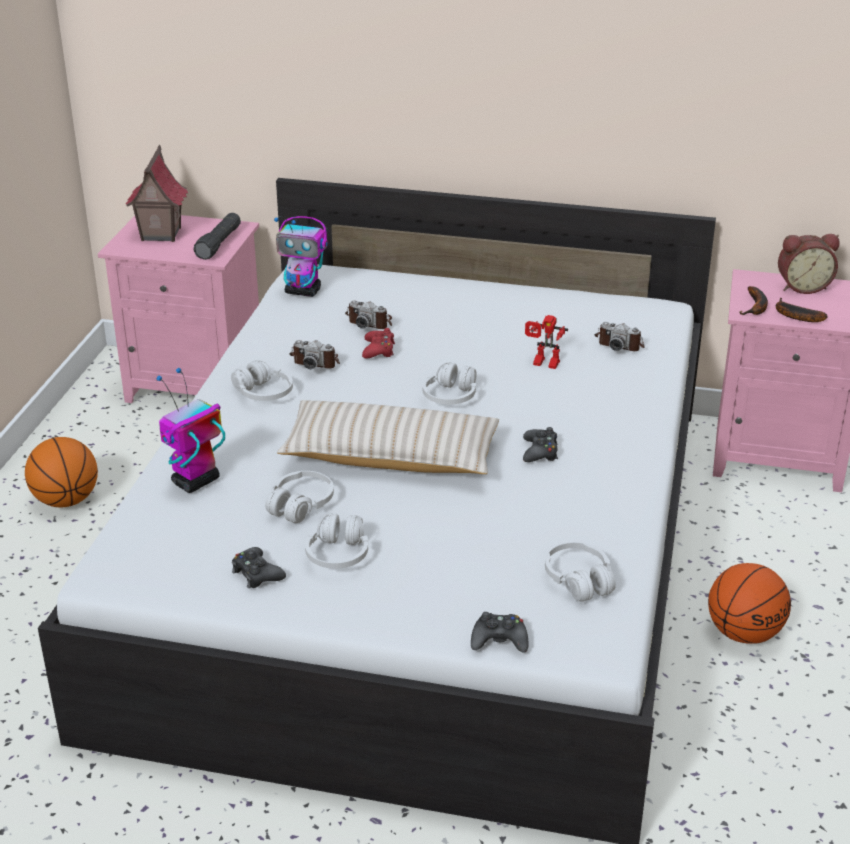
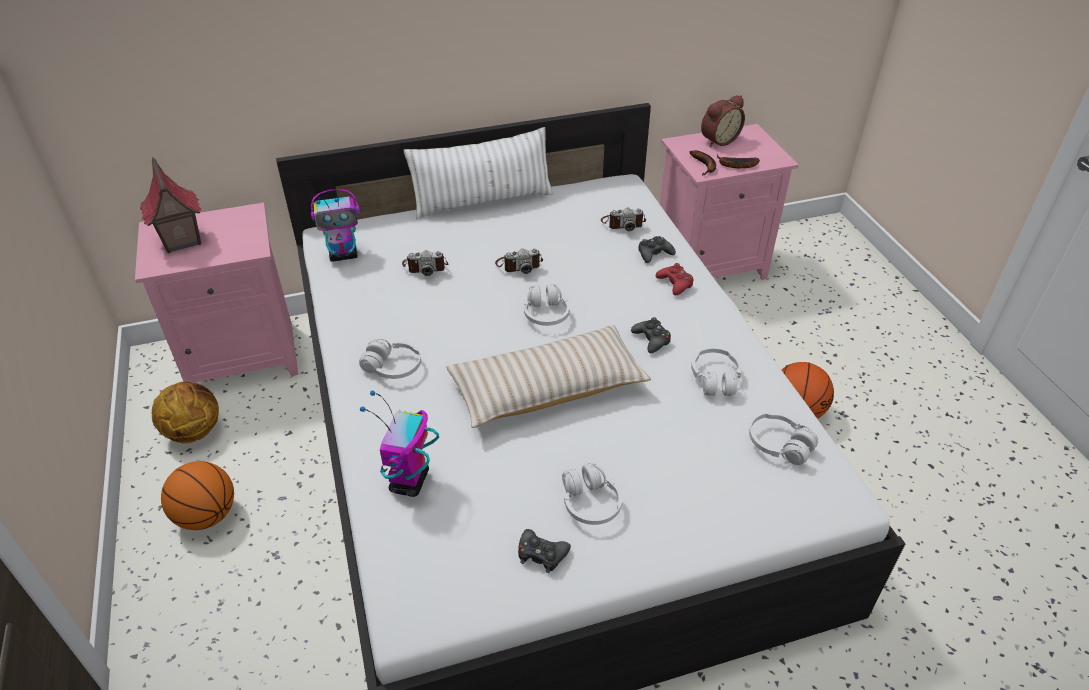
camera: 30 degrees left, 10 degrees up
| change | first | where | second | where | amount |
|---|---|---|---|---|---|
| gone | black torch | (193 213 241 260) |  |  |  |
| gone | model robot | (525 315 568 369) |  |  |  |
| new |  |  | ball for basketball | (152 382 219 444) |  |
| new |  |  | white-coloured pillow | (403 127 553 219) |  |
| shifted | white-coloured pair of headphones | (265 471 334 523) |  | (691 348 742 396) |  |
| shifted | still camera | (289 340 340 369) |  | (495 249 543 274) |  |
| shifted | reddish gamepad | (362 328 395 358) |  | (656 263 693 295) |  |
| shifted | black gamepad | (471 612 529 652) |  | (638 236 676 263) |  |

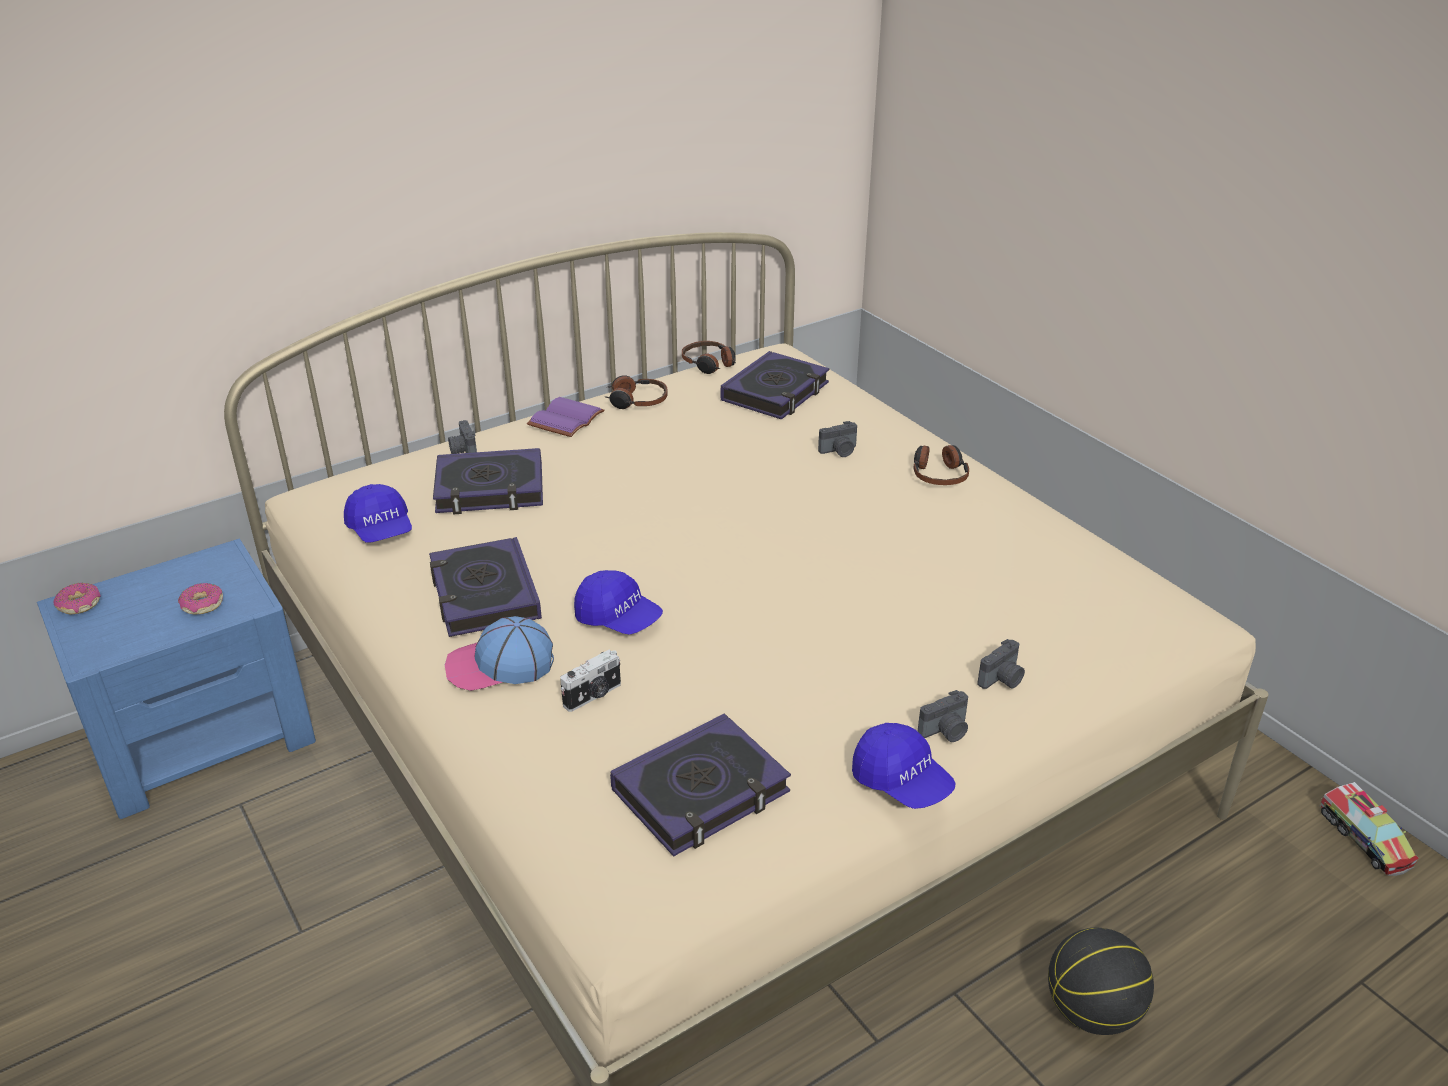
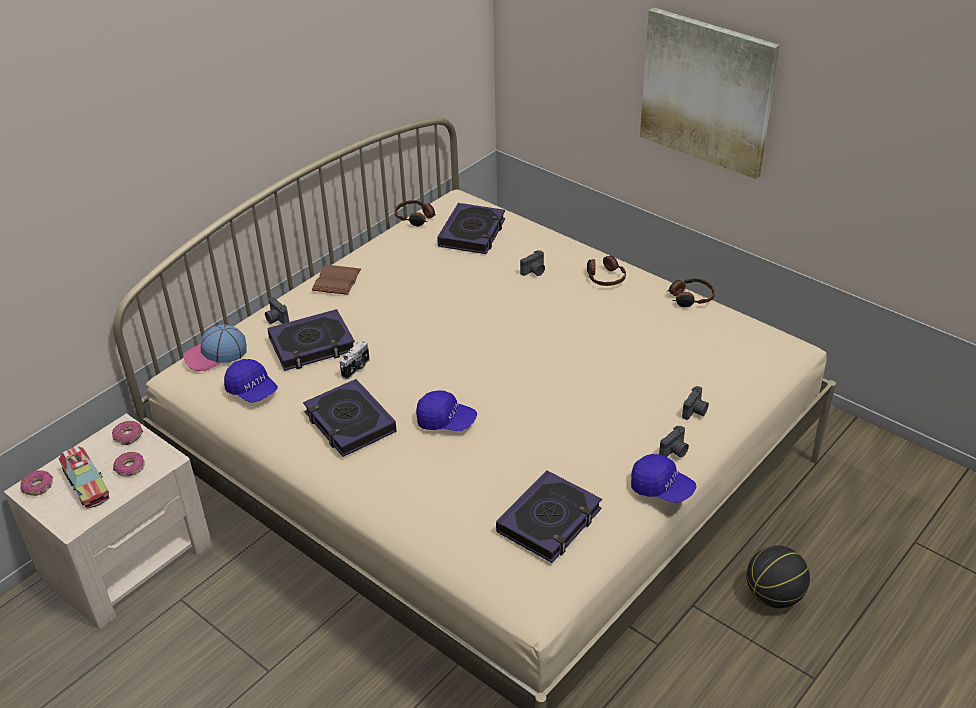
camera: 15 degrees left, 5 degrees up
| change | first | where | second | where | amount |
|---|---|---|---|---|---|
| new |  |  | donut | (112 421 143 445) |  |
| new |  |  | wall art | (640 8 780 179) |  |
| shifted | baseball cap | (445 616 554 691) |  | (183 324 247 371) |  |
| shifted | still camera | (560 649 621 712) |  | (340 340 370 379) |  |
| shifted | pair of headphones | (606 375 667 409) |  | (666 278 715 307) |  |
| shifted | model truck | (1320 782 1419 876) |  | (59 446 109 509) |  |
| repainted | bluish night table | (37 539 316 819) | beige-coloured night table | (4 413 212 629) |  |
| repainted | purplish bound book | (527 397 604 437) | brown bound book | (312 264 361 295) |  |

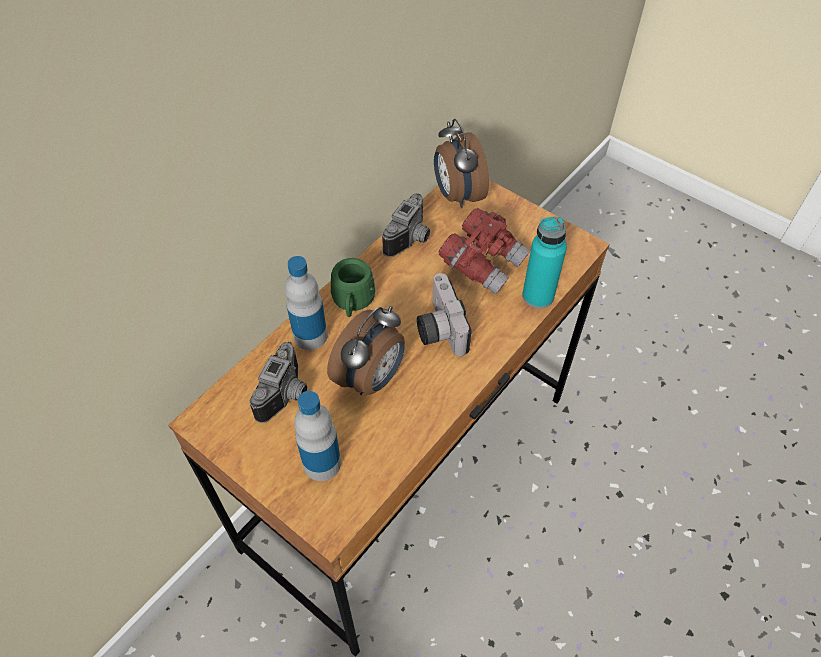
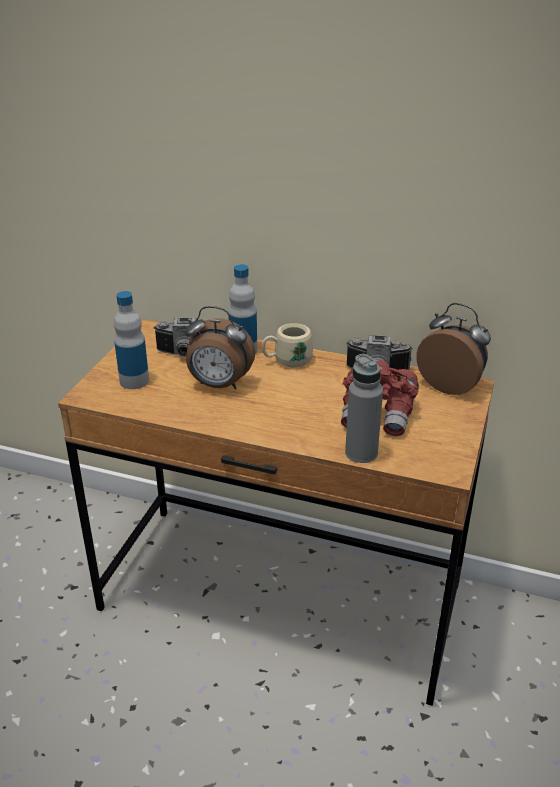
camera: 70 degrees right, 20 degrees down
| change | first | where | second | where | amount |
|---|---|---|---|---|---|
| gone | still camera | (417 273 472 356) |  |  |  |
| repainted | green mug | (331 258 375 317) | beige-coloured mug | (262 323 313 367) |  |
| repainted | blue-green drink bottle | (522 216 567 309) | gray drink bottle | (345 354 383 463) |  |
| rotated | bedside clock | (434 119 489 208) |  | (416 303 491 395) | 75 degrees clockwise |

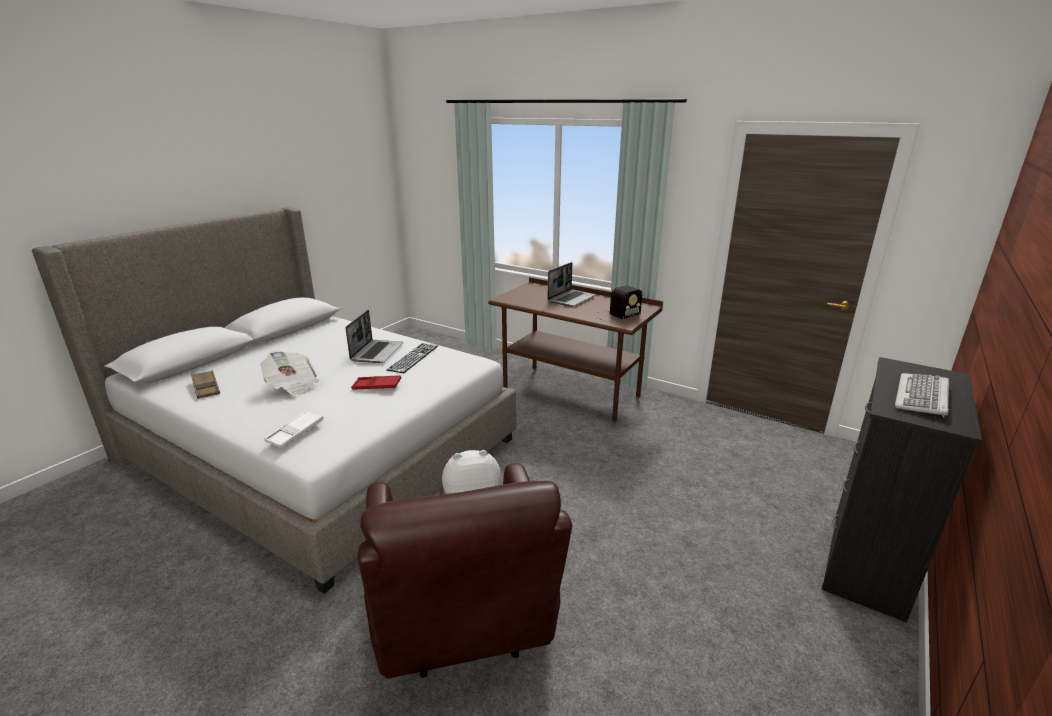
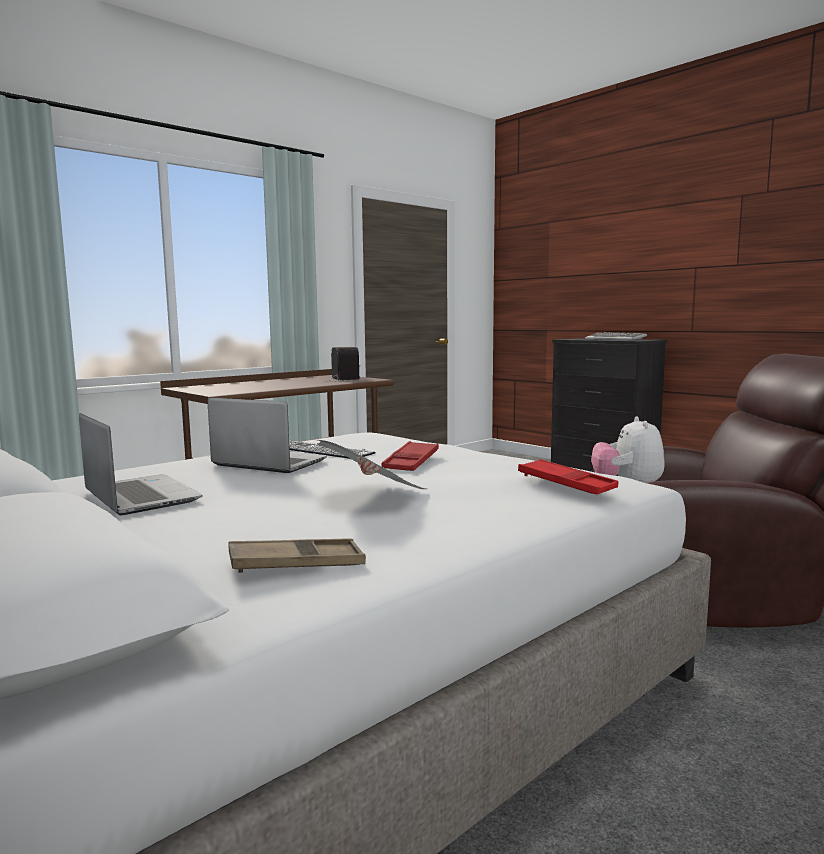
camera: 75 degrees left, 15 degrees down
| change | first | where | second | where | amount |
|---|---|---|---|---|---|
| shifted | notebook computer | (547 262 596 307) |  | (79 413 202 515) |  |
| repainted | white-coloured carrying tray | (264 410 324 448) | reddish carrying tray | (518 459 618 495) |  |

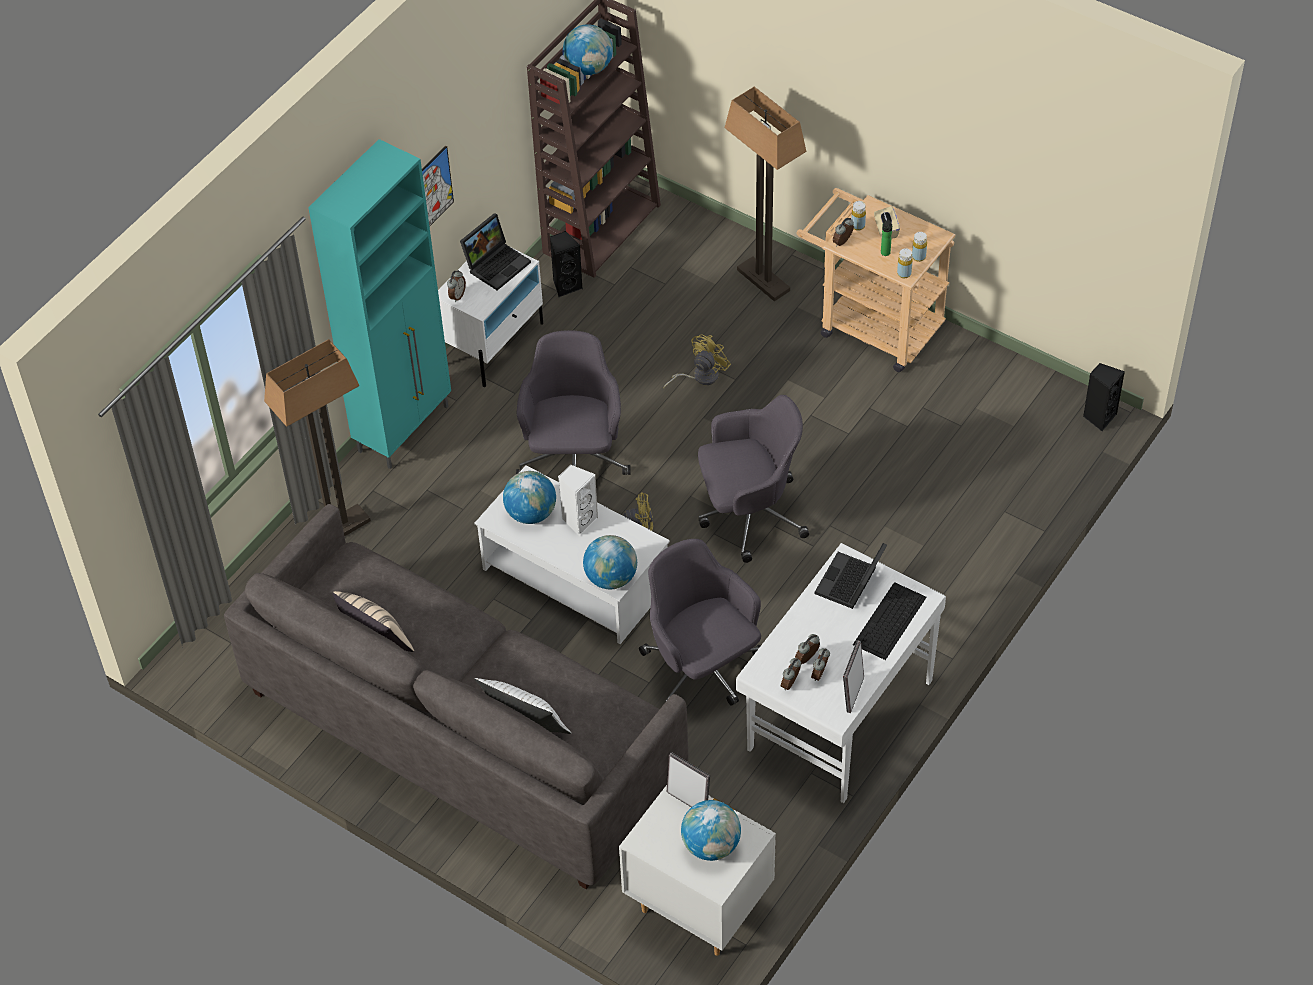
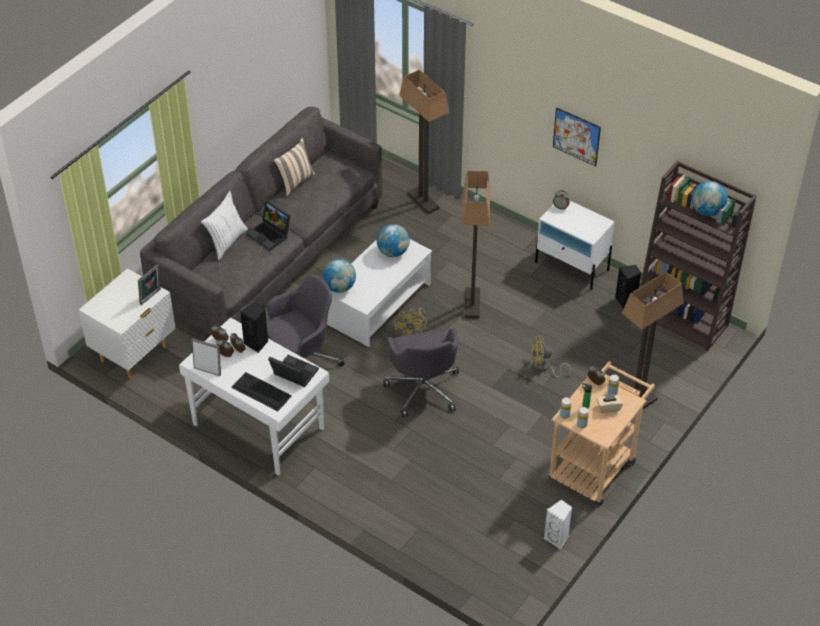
camera: 90 degrees right, 5 degrees down
| change | first | where | second | where | amount |
|---|---|---|---|---|---|
| gone | blue-green cupboard | (308 139 451 469) |  |  |  |
| gone | world globe | (681 800 741 861) |  |  |  |
| shifted | notebook computer | (460 213 531 291) |  | (247 200 291 251) |  |
| shifted | white-coloured speaker | (558 465 598 536) |  | (544 500 572 549) |  |
| shifted | black speaker | (1083 363 1125 431) |  | (241 303 268 353) |  |
| swapped | gray office chair | (516 330 631 475) | floor lamp | (462 171 490 318) |  |
| rotated | yellowish fan | (663 335 731 388) |  | (531 336 572 378) | 135 degrees clockwise |

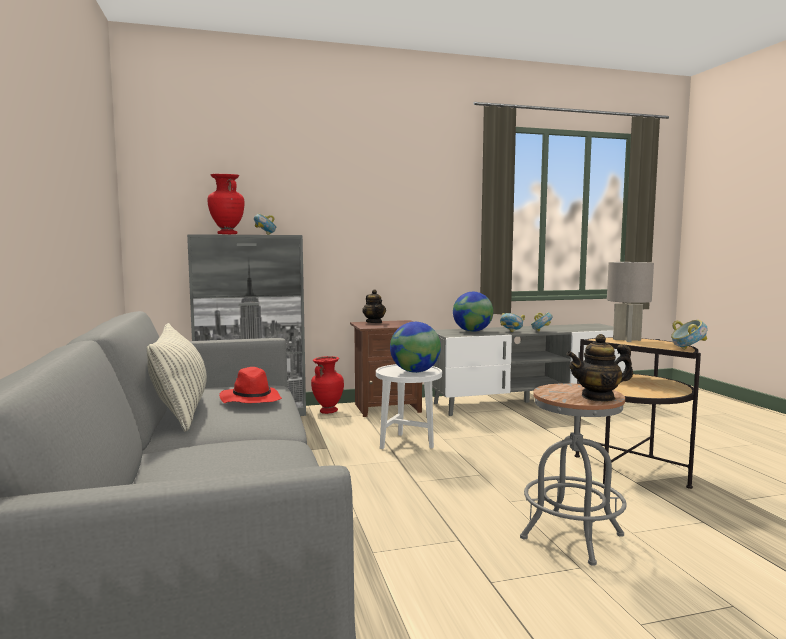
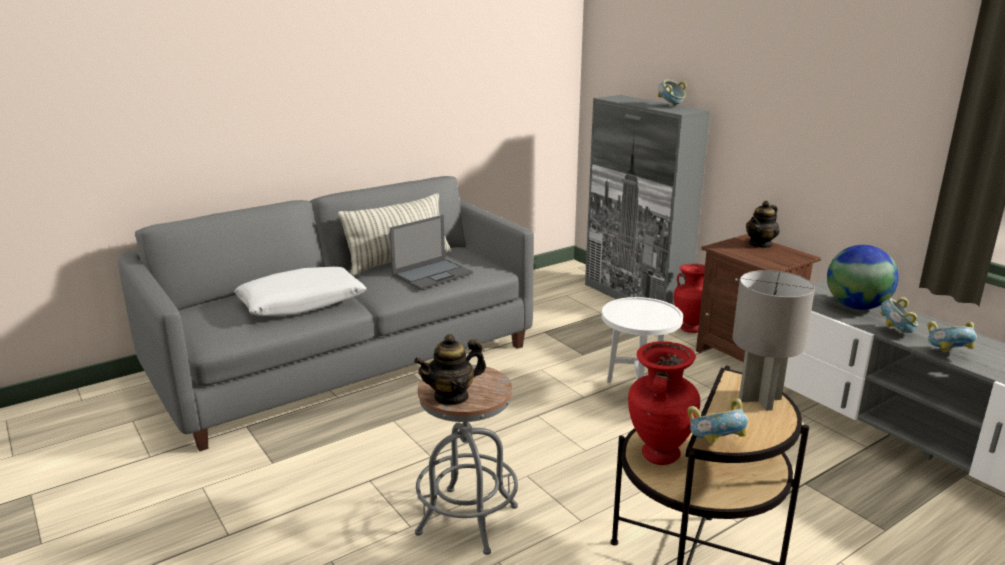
camera: 70 degrees right, 15 degrees up
| change | first | where | second | where | amount |
|---|---|---|---|---|---|
| gone | world globe | (390 322 441 373) |  |  |  |
| new |  |  | white-coloured pillow | (234 267 366 316) |  |
| shifted | reddish vase | (207 174 245 234) |  | (628 341 700 465) |  |
| swapped | reddish clothing hat | (219 367 282 403) | notebook computer | (390 215 473 290) |  |
| rotated | pot for tea | (567 334 633 402) |  | (414 334 486 406) | 90 degrees counterclockwise |

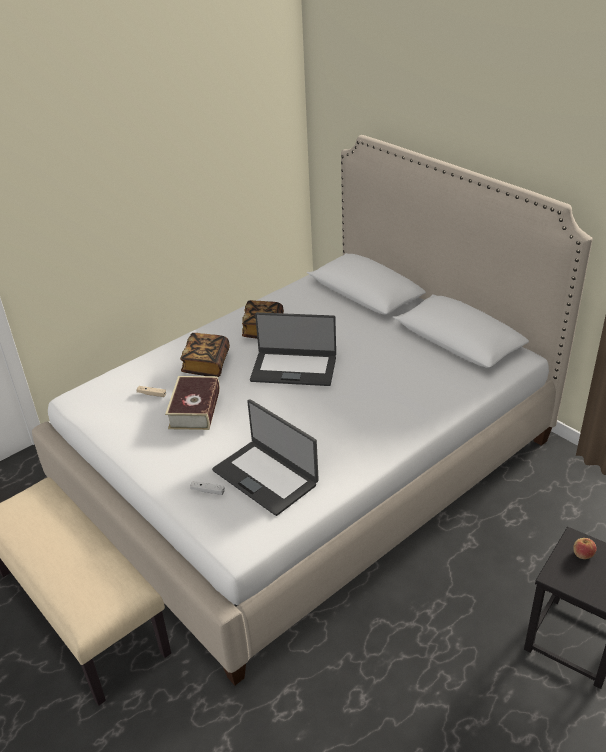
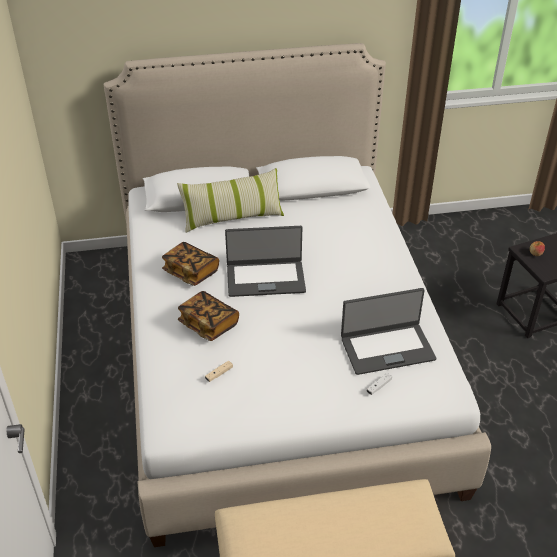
camera: 60 degrees left, 5 degrees up
| change | first | where | second | where | amount |
|---|---|---|---|---|---|
| gone | bound book | (165 376 220 430) |  |  |  |
| new |  |  | pillow | (177 168 284 233) |  |
| rotated | notebook computer | (250 312 336 386) |  | (225 226 306 297) | 45 degrees clockwise |

